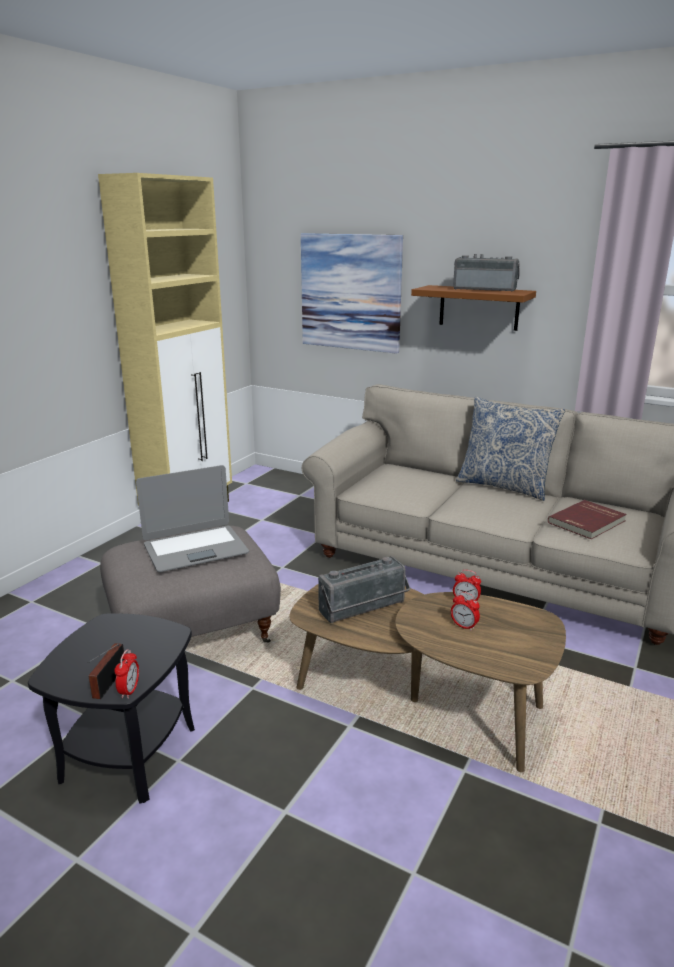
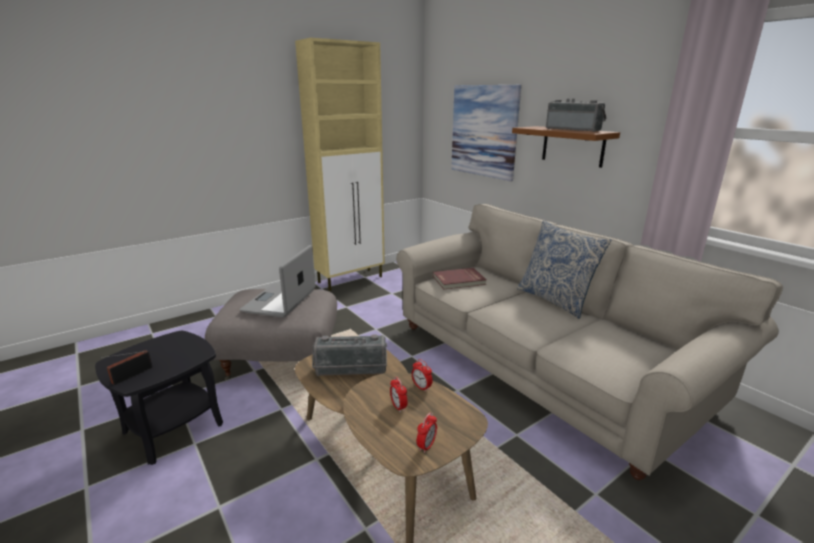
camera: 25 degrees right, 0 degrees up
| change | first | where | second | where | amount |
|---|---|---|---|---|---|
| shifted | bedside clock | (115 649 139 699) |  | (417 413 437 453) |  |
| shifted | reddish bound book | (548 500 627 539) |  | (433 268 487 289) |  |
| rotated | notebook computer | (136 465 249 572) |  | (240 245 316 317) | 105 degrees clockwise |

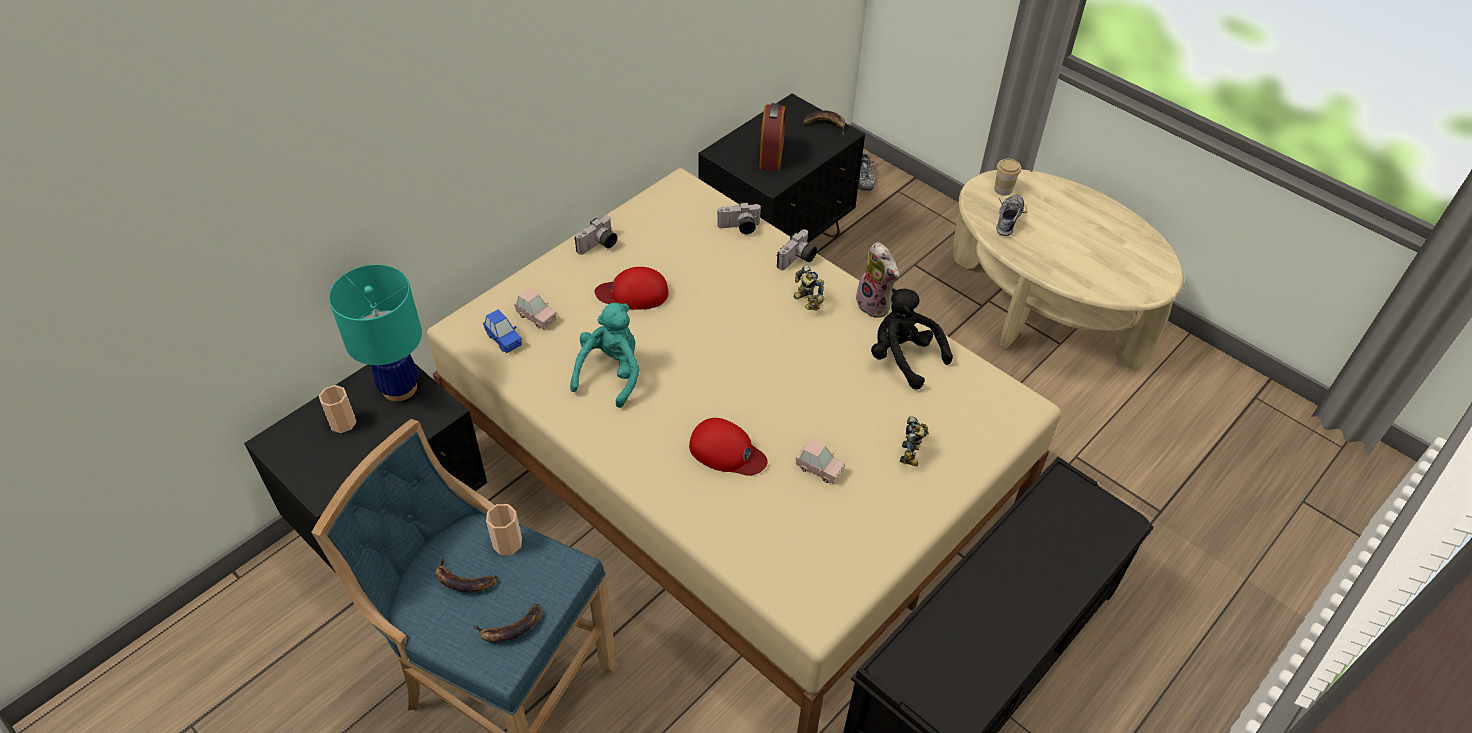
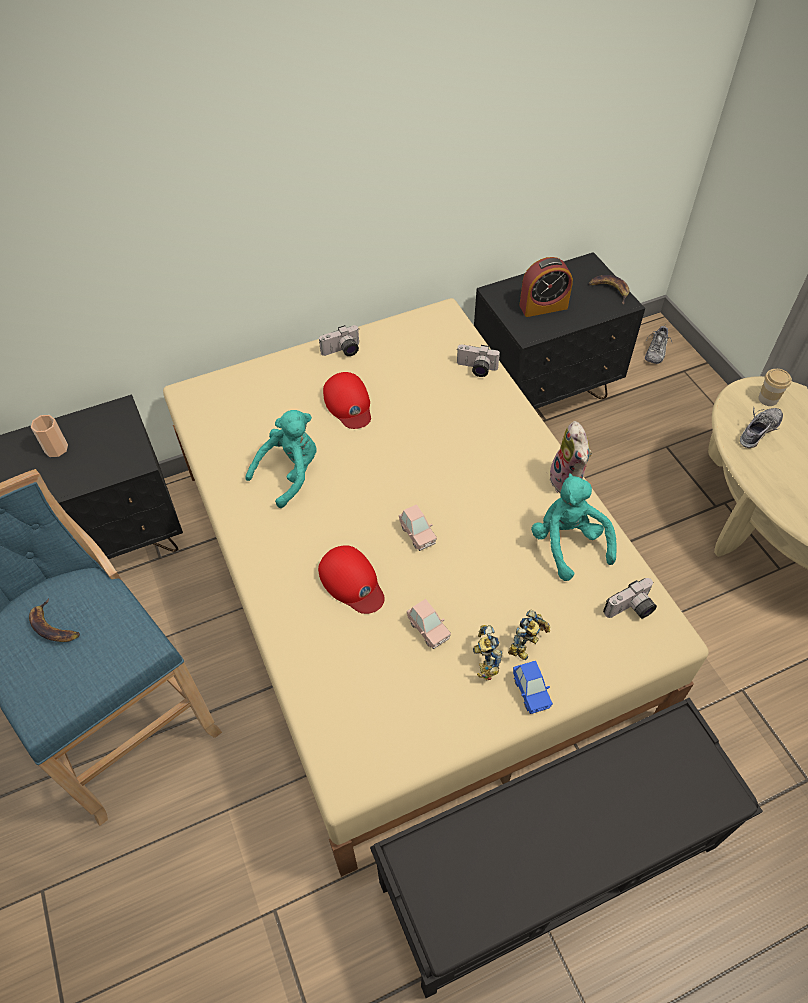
camera: 25 degrees right, 5 degrees up
| change | first | where | second | where | amount |
|---|---|---|---|---|---|
| gone | blue-green lamp for a table | (329 265 422 401) |  |  |  |
| gone | banana fruit | (473 604 541 642) |  |  |  |
| gone | small cup | (486 504 522 555) |  |  |  |
| shifted | bluish toy car | (483 309 522 353) |  | (513 661 553 714) |  |
| shifted | pinkish toy car | (514 288 556 329) |  | (399 504 437 551) |  |
| shifted | still camera | (777 229 817 270) |  | (603 578 657 619) |  |
| shifted | model robot | (793 265 824 311) |  | (473 625 502 680) |  |
| repainted | black plush toy | (871 288 953 389) | blue-green plush toy | (531 473 617 581) |  |
| rotated | reddish baseball cap | (595 267 669 309) |  | (323 372 371 429) | 135 degrees counterclockwise |
| rotated | bedside clock | (759 103 786 171) |  | (519 257 573 317) | 45 degrees clockwise |

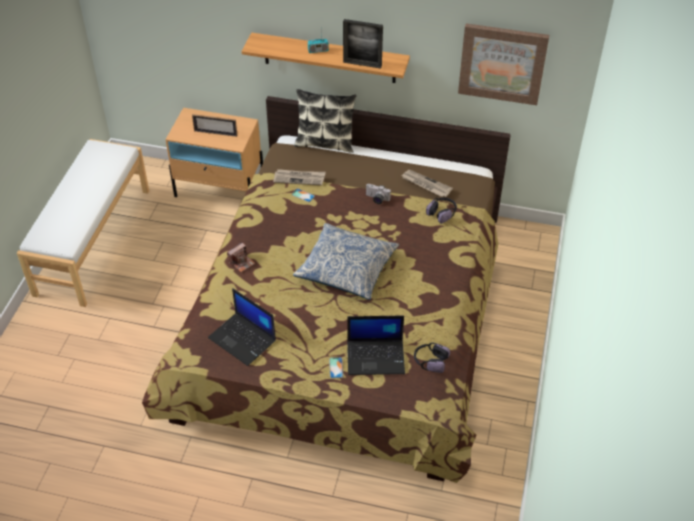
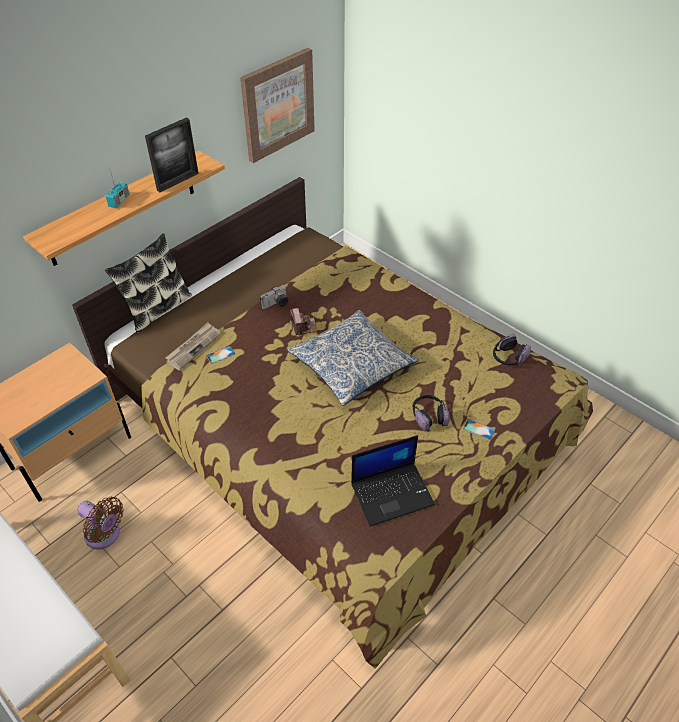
camera: 60 degrees left, 0 degrees up
| change | first | where | second | where | amount |
|---|---|---|---|---|---|
| gone | photo frame | (192 114 237 137) |  |  |  |
| gone | notebook computer | (347 315 405 375) |  |  |  |
| gone | daily paper | (401 170 453 197) |  |  |  |
| new |  |  | brown fan | (77 497 124 549) |  |
| shifted | still camera | (227 242 255 272) |  | (290 308 317 336) |  |
| shifted | pair of headphones | (426 198 457 224) |  | (413 395 450 431) |  |

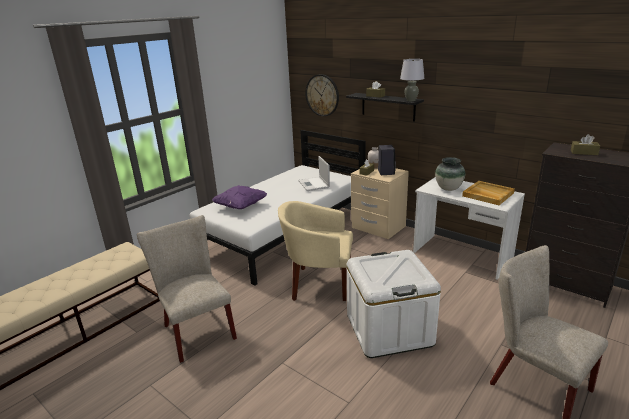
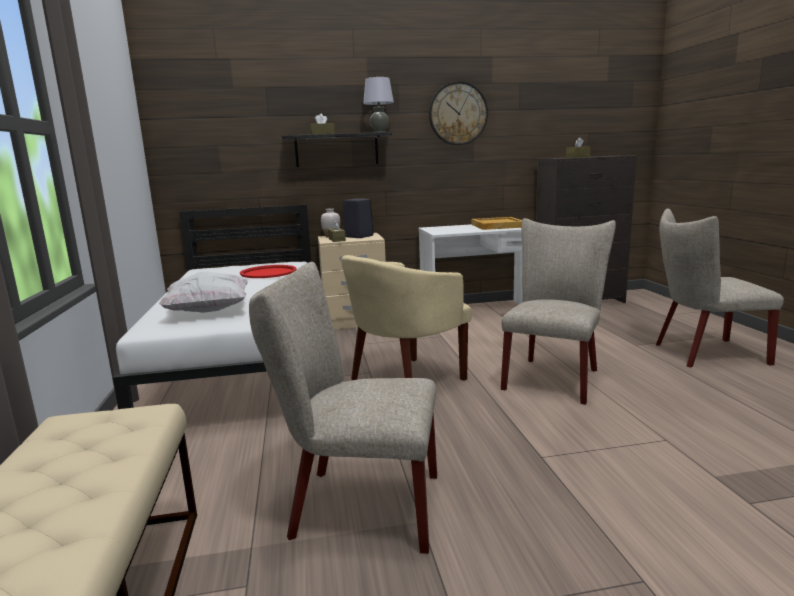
camera: 50 degrees left, 10 degrees down
| change | first | where | second | where | amount |
|---|---|---|---|---|---|
| gone | vase | (435 157 465 191) |  |  |  |
| shifted | hanging clock | (305 74 339 116) |  | (429 81 488 145) |  |
| swapped | notebook computer | (298 156 330 191) | reddish carrying tray | (240 265 297 278) |  |
| swapped | white-coloured storage box | (347 250 441 358) | beige-coloured chair | (501 218 616 405) |  |
| repainted | purplish pillow | (212 185 267 209) | white-coloured pillow | (159 271 248 313) |  |

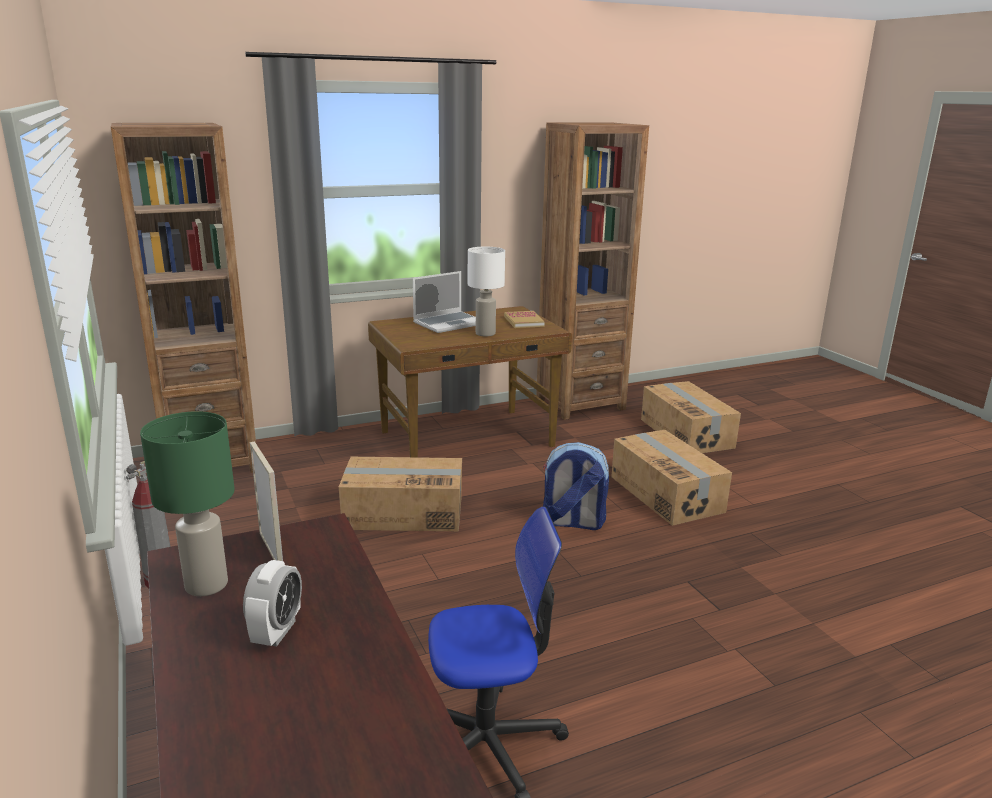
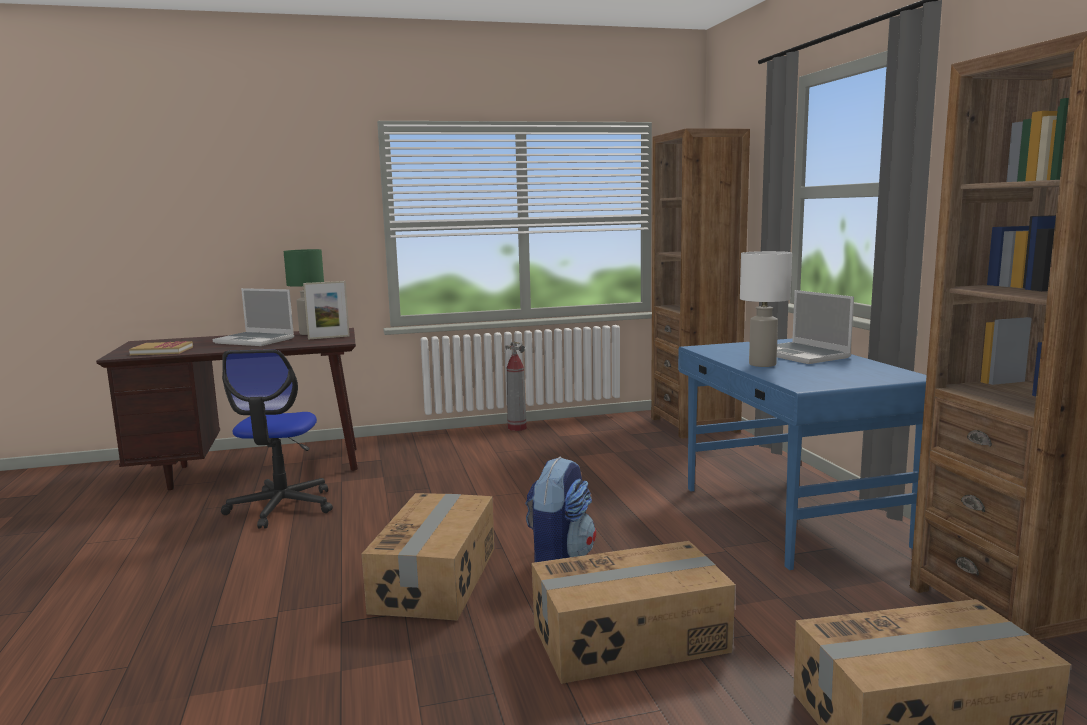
camera: 100 degrees right, 10 degrees down
| change | first | where | second | where | amount |
|---|---|---|---|---|---|
| shifted | carton | (339 457 462 531) |  | (362 493 494 621) |  |
| shifted | bound book | (504 311 545 328) |  | (129 341 193 355) |  |
| swapped | bedside clock | (243 560 302 647) | notebook computer | (212 288 294 346) |  |
| repainted | brown desk unit | (368 306 572 457) | bluish desk unit | (678 338 927 570) |  |

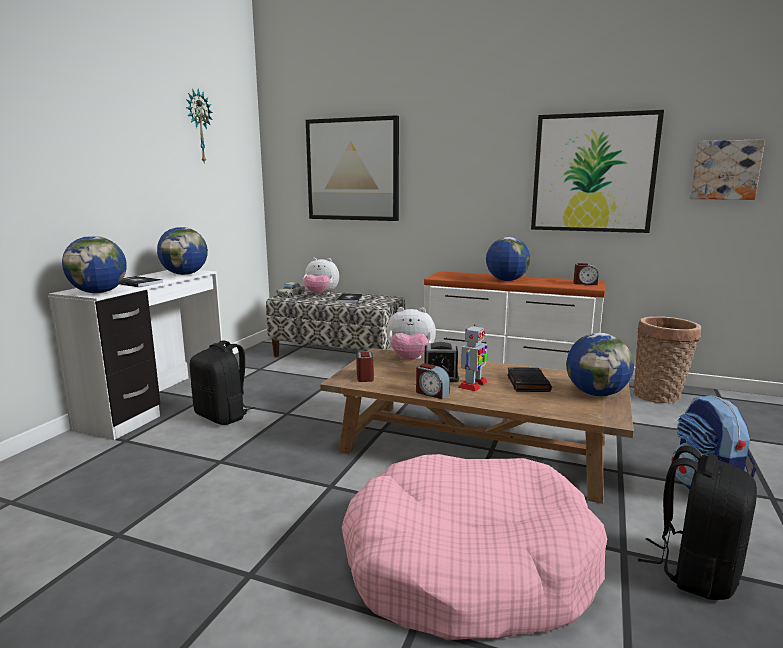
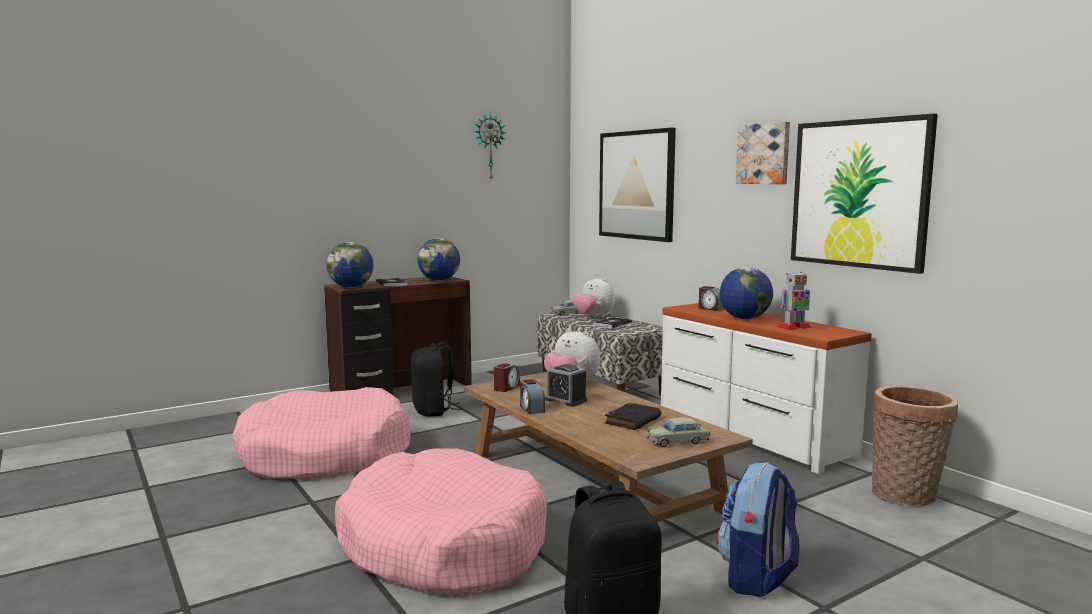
camera: 35 degrees right, 5 degrees down
| change | first | where | second | where | amount |
|---|---|---|---|---|---|
| new |  |  | pinkish dog bed | (233 387 411 480) |  |
| shifted | model robot | (458 324 488 392) |  | (777 272 811 330) |  |
| shifted | bedside clock | (574 263 598 285) |  | (699 286 725 311) |  |
| shifted | wall art | (690 139 765 200) |  | (736 122 790 184) |  |
| swapped | world globe | (566 333 634 396) | beige-coloured toy car | (647 417 710 447) |  |
| repainted | white-coloured desk unit | (48 270 222 440) | brown desk unit | (324 276 472 395) |  |

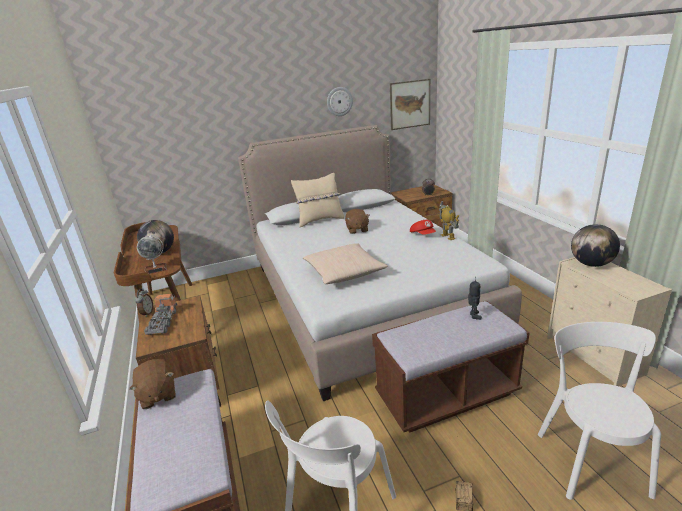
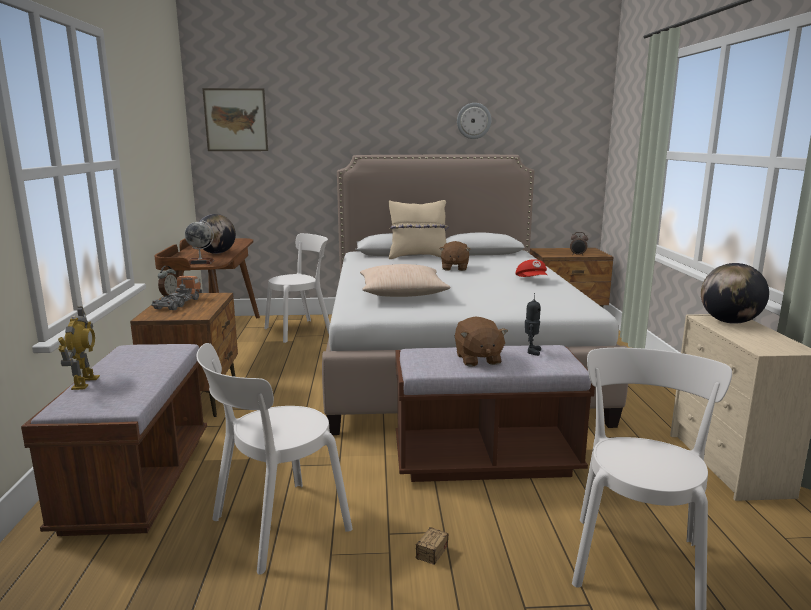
camera: 15 degrees right, 10 degrees down
| change | first | where | second | where | amount |
|---|---|---|---|---|---|
| new |  |  | white-coloured chair | (264 233 330 343) |  |
| shifted | brown plush toy | (129 359 176 409) |  | (455 316 508 367) |  |
| shifted | wall art | (390 79 430 130) |  | (202 88 268 151) |  |
| shifted | model robot | (439 201 459 240) |  | (58 307 100 390) |  |

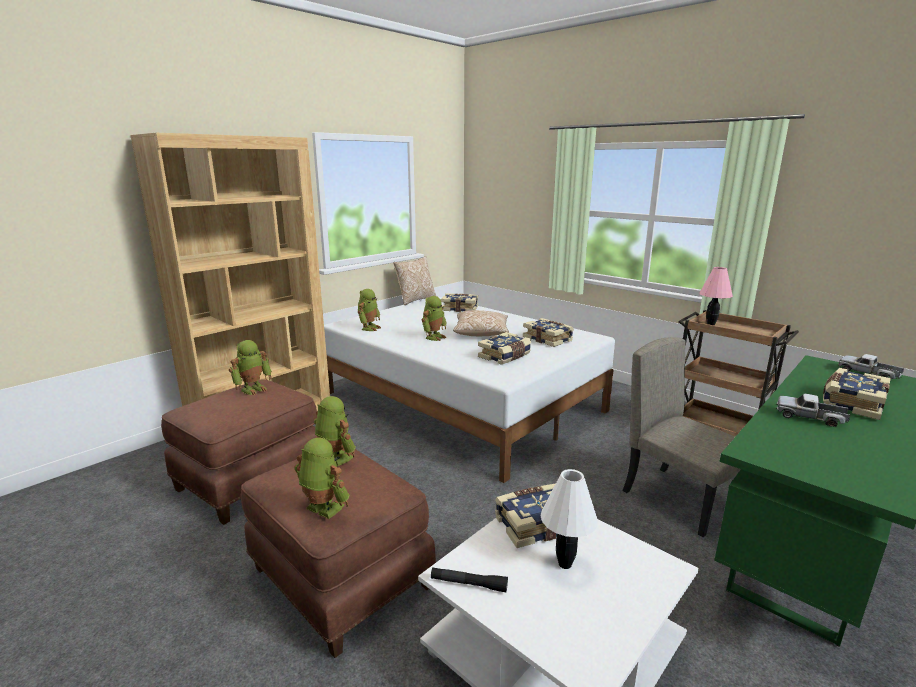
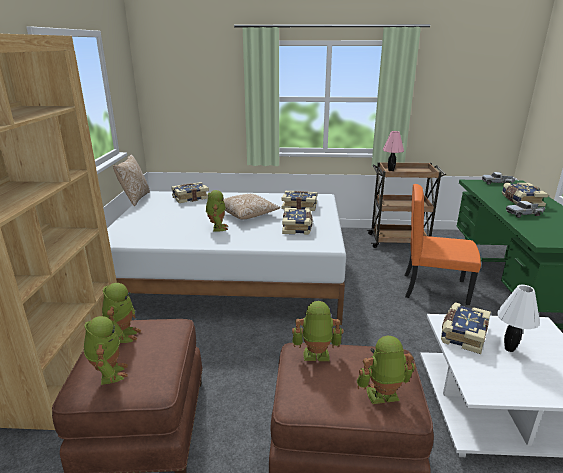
camera: 40 degrees left, 5 degrees up
| change | first | where | second | where | amount |
|---|---|---|---|---|---|
| gone | black torch | (431 567 508 592) |  |  |  |
| shifted | model robot | (358 289 381 331) |  | (84 316 128 385) |  |
| repainted | beige-coloured chair | (622 337 741 537) | orangey chair | (405 184 481 305) |  |

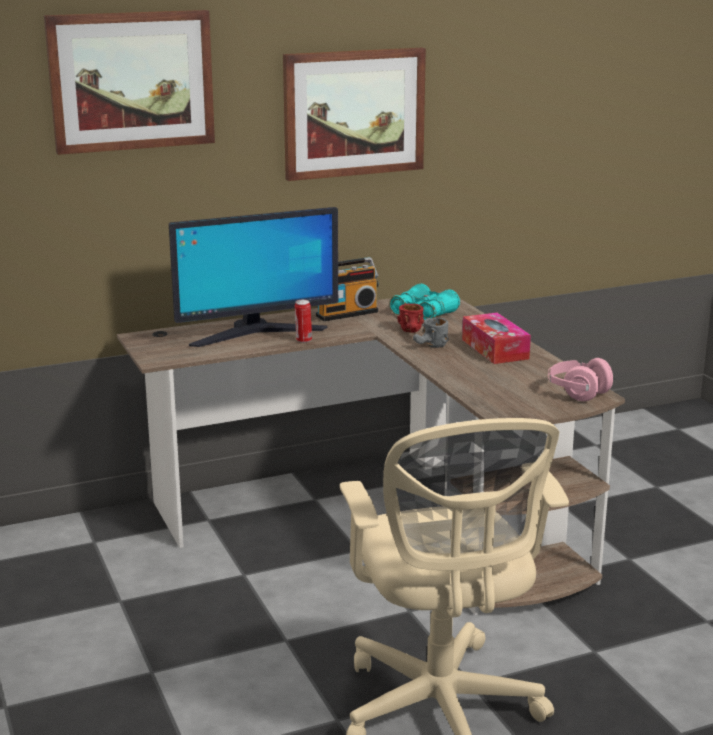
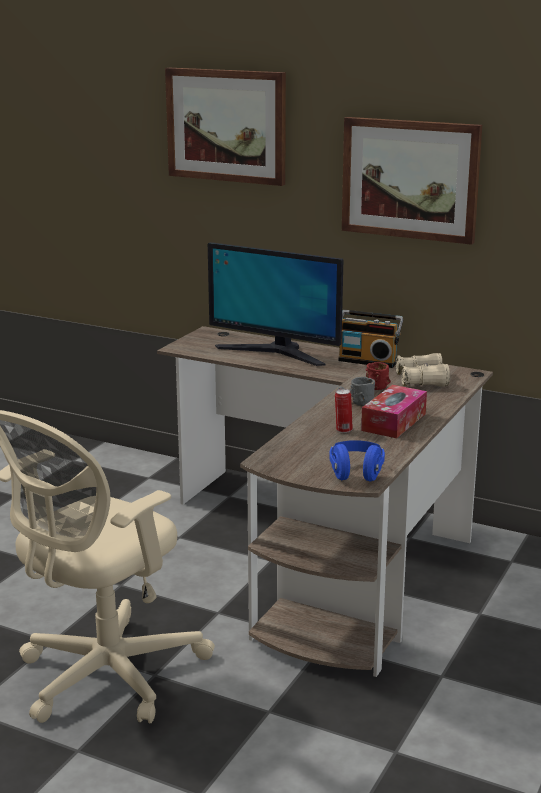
camera: 50 degrees right, 0 degrees up
| change | first | where | second | where | amount |
|---|---|---|---|---|---|
| shifted | can | (295 299 312 343) |  | (335 389 353 433) |  |
| repainted | blue-green binoculars | (389 284 460 320) | beige-coloured binoculars | (395 353 450 387) |  |
| repainted | pinkish pair of headphones | (548 358 614 401) | bluish pair of headphones | (329 440 385 482) |  |

